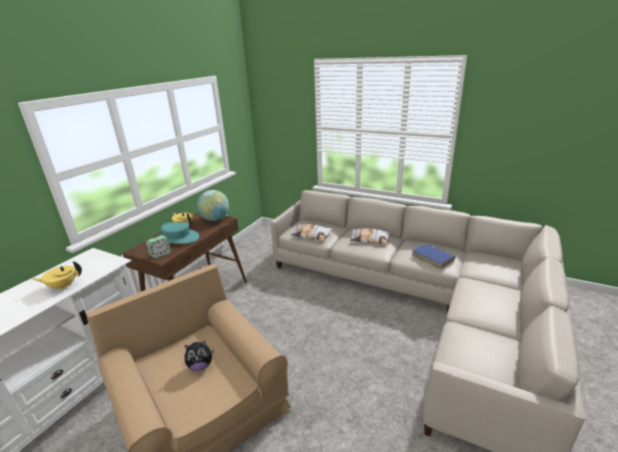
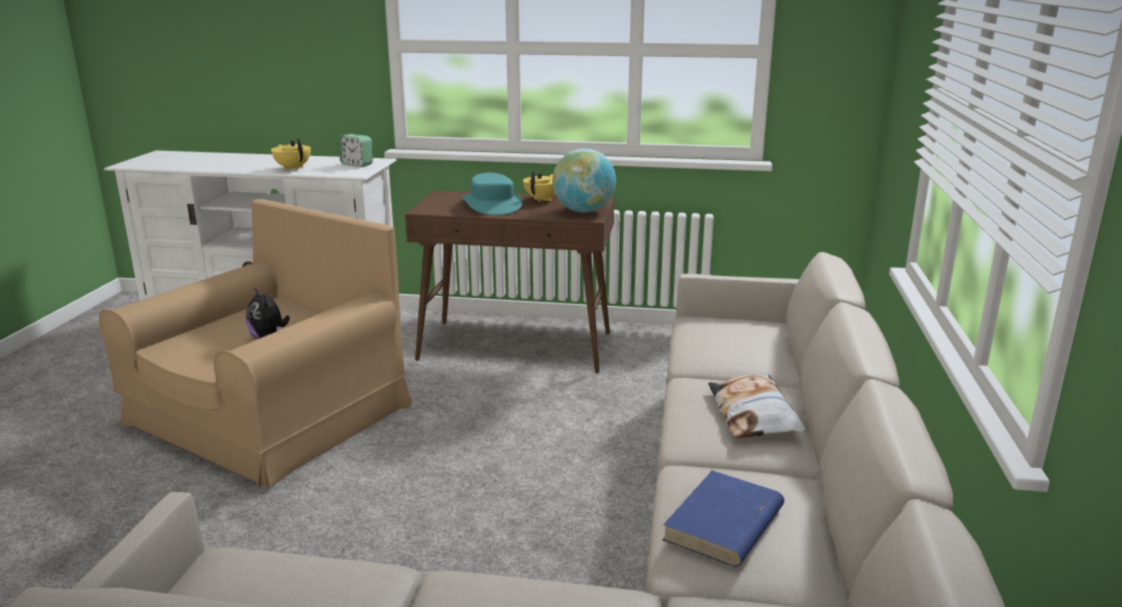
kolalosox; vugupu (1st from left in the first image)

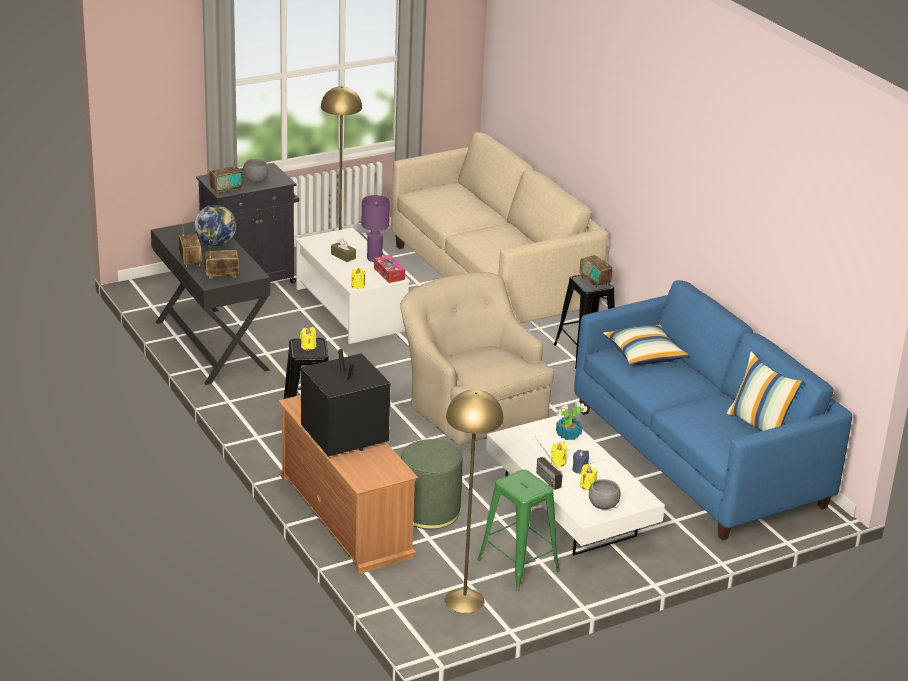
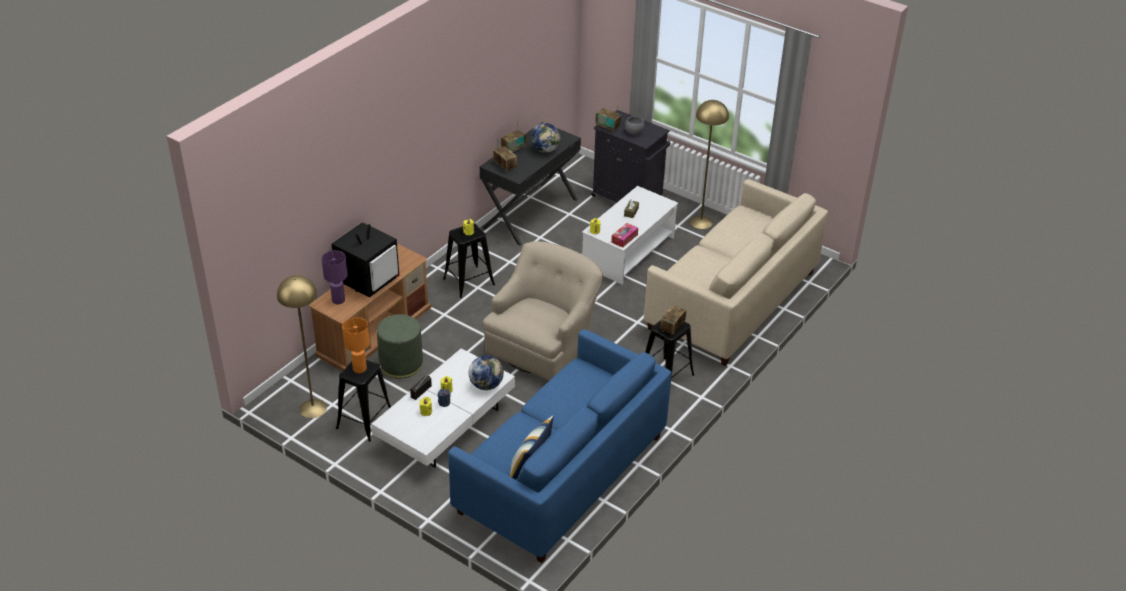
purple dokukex; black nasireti (1st from left); orange dokukex; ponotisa (1st from left); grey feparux (2nd from left in the first image); vugupu (1st from left in the first image)

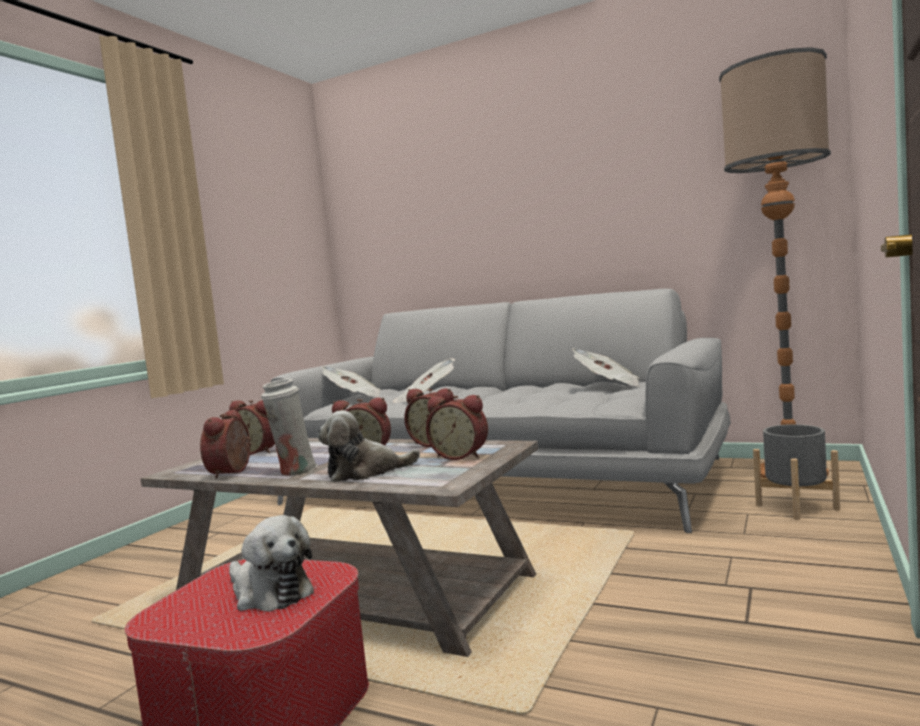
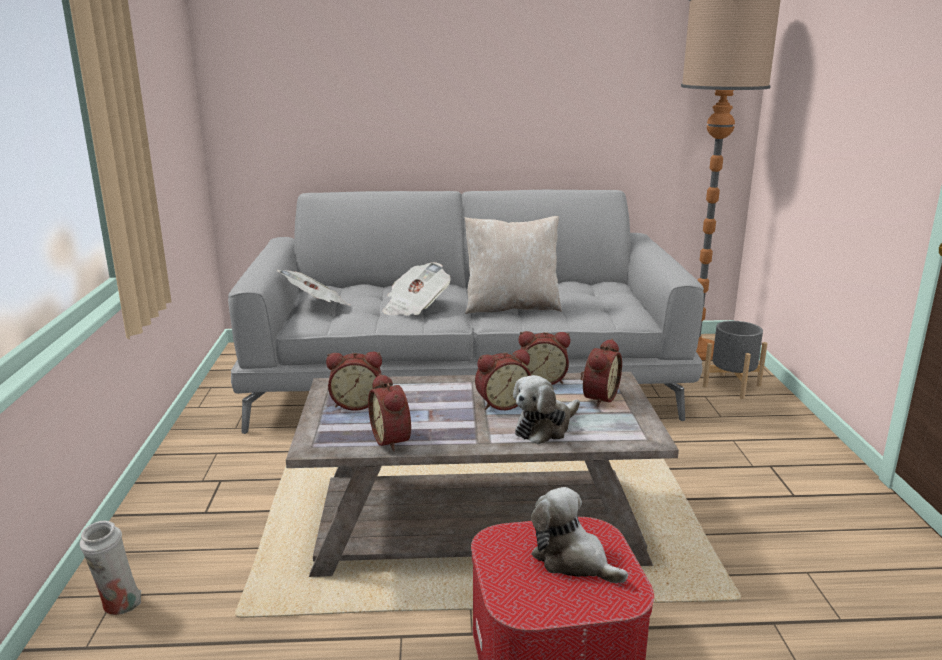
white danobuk; beige vugupu; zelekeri (2nd from left); kolalosox (5th from left); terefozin (3rd from left in the first image)

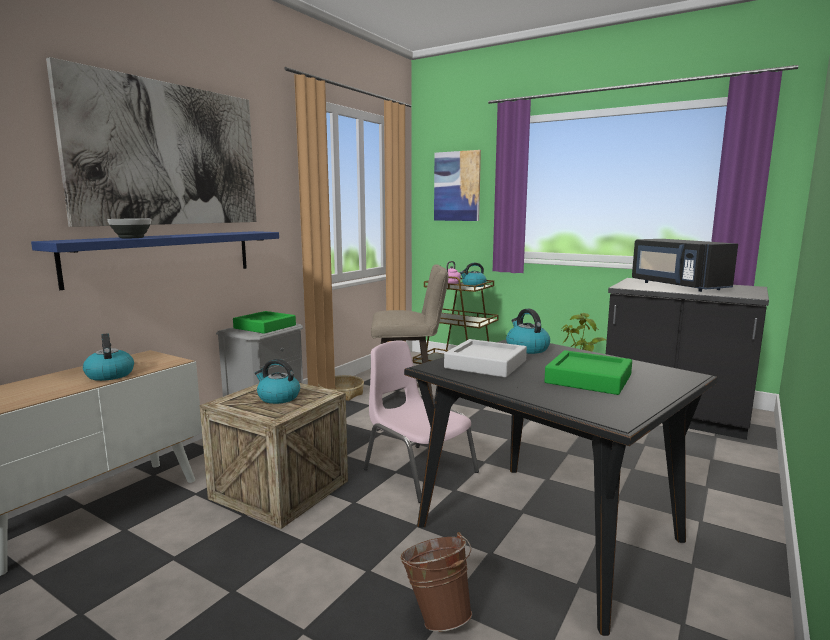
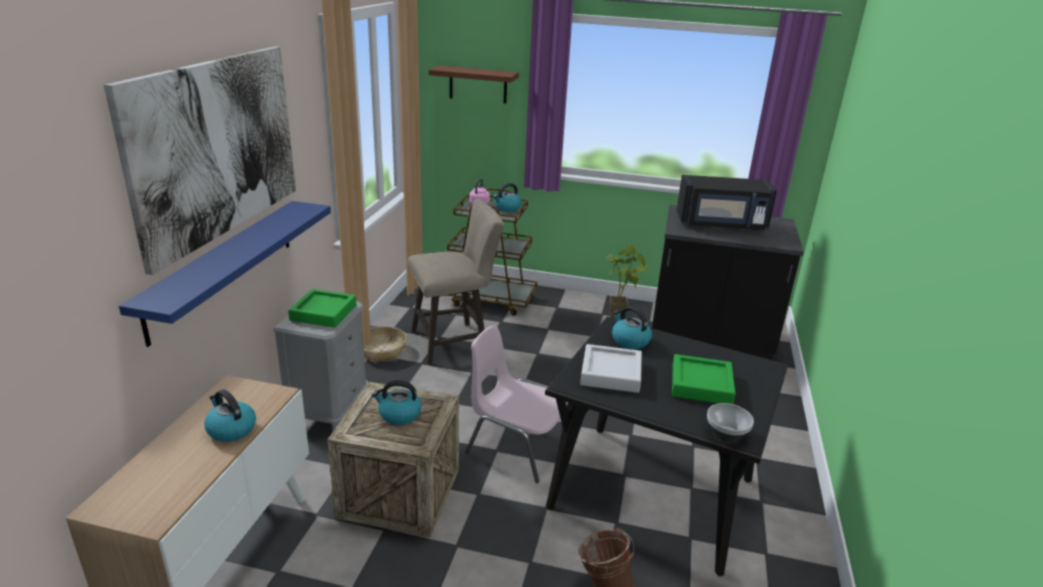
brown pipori; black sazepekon; feparux

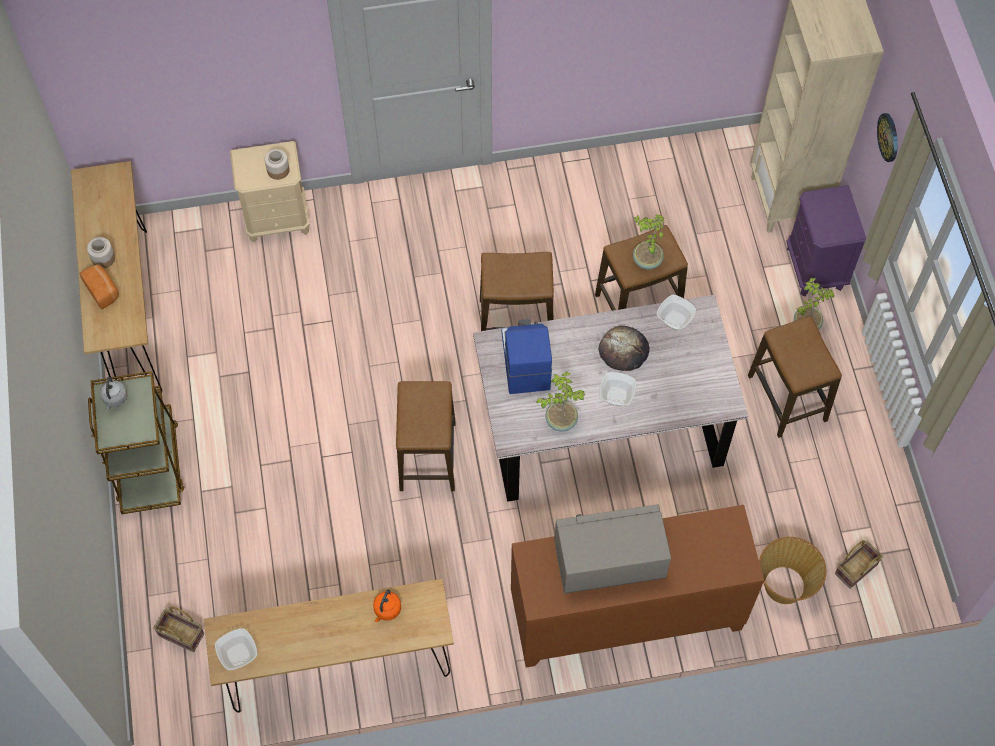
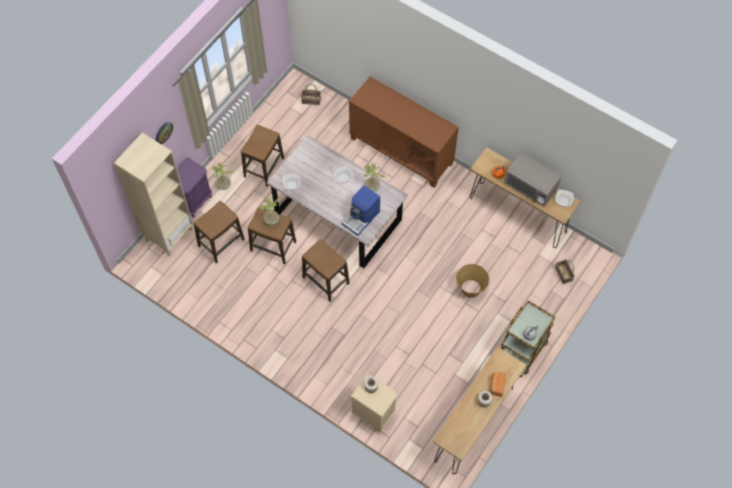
nasireti (1st from left); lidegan (2nd from left); grey sazepekon; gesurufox (2nd from left in the first image)

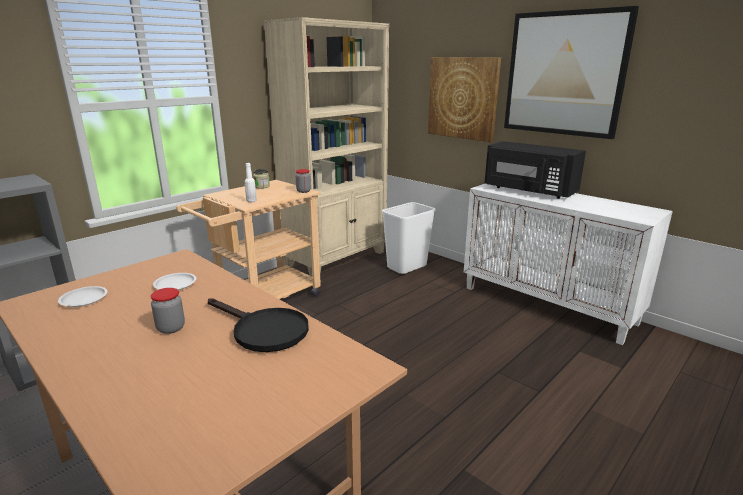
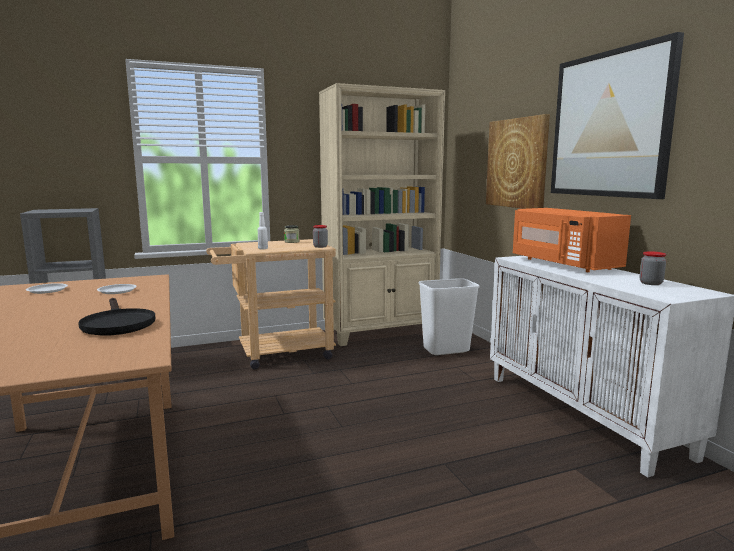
orange sazepekon; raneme (3rd from left)

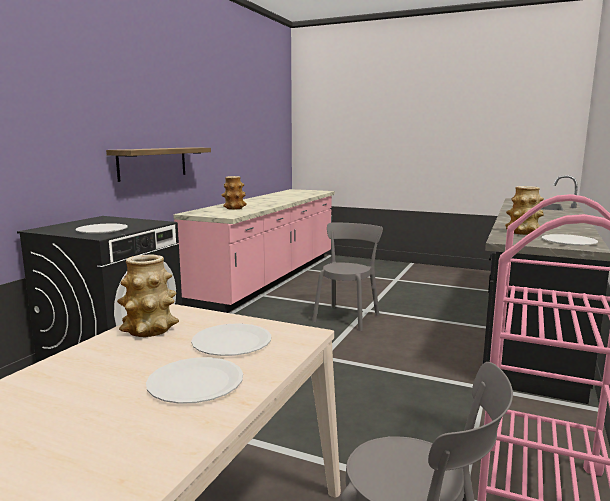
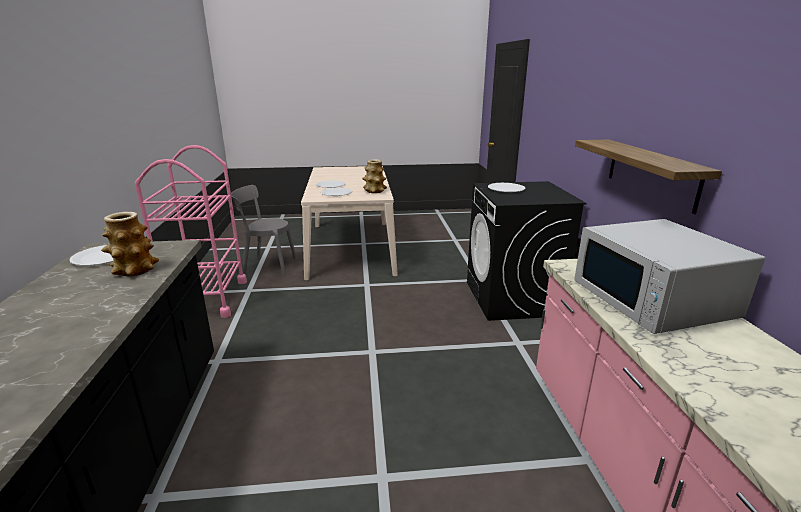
white sazepekon; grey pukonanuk (1st from left in the first image)

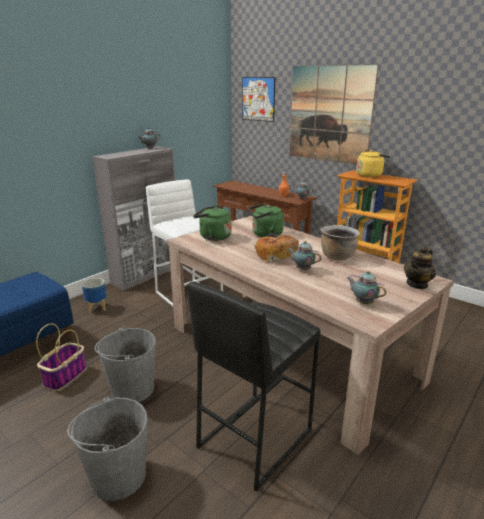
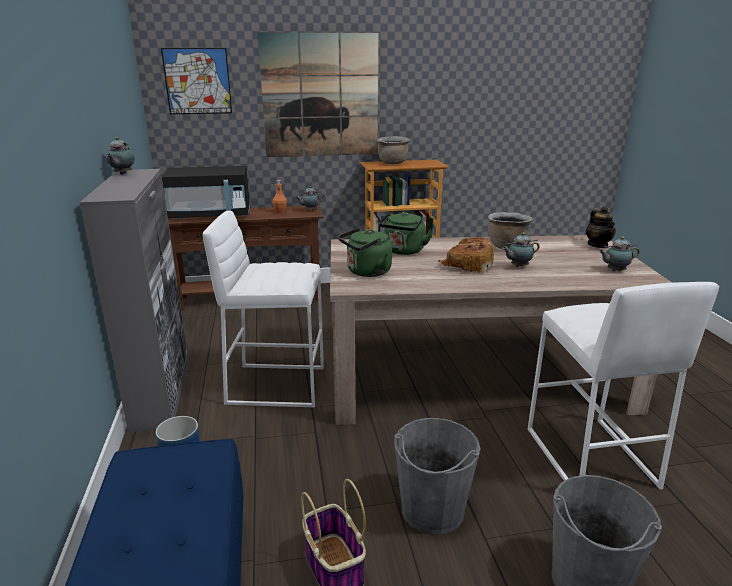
black sazepekon; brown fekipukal (1st from left); white nasireti (2nd from left)

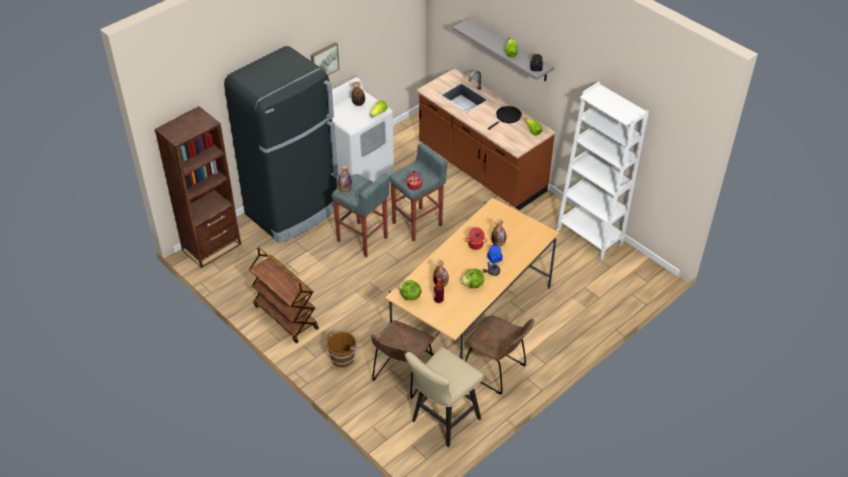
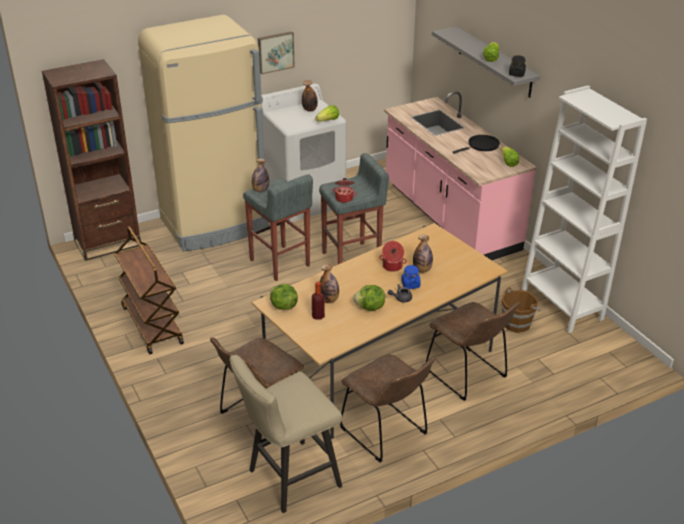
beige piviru; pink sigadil; brown pukonanuk (3rd from left); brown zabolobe

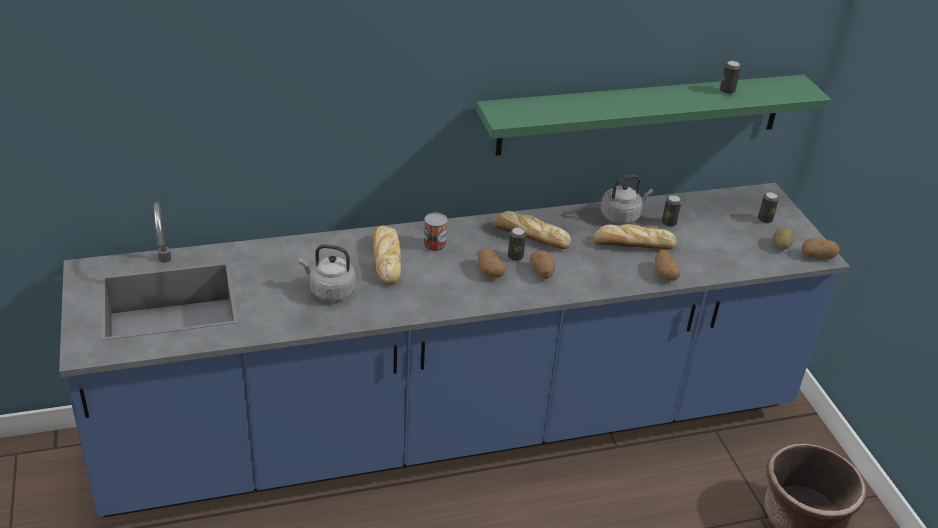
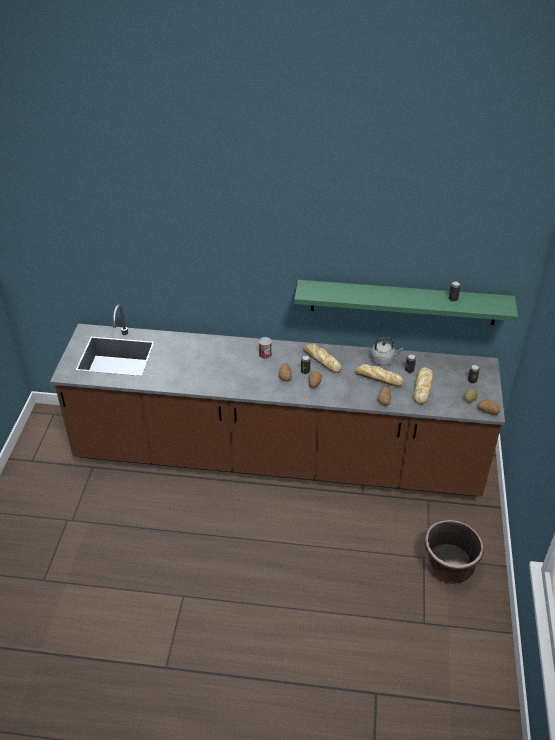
brown sigadil; gesurufox (3rd from left); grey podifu (1st from left in the first image)

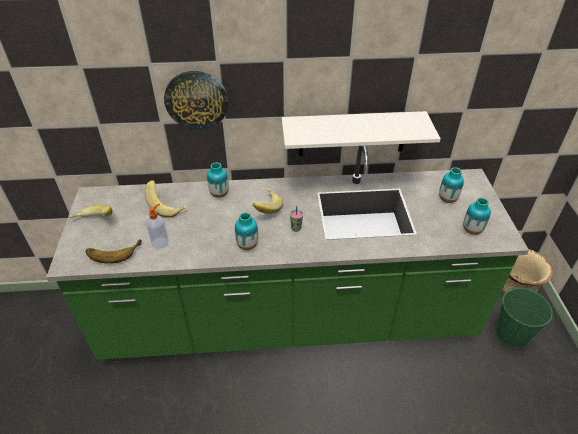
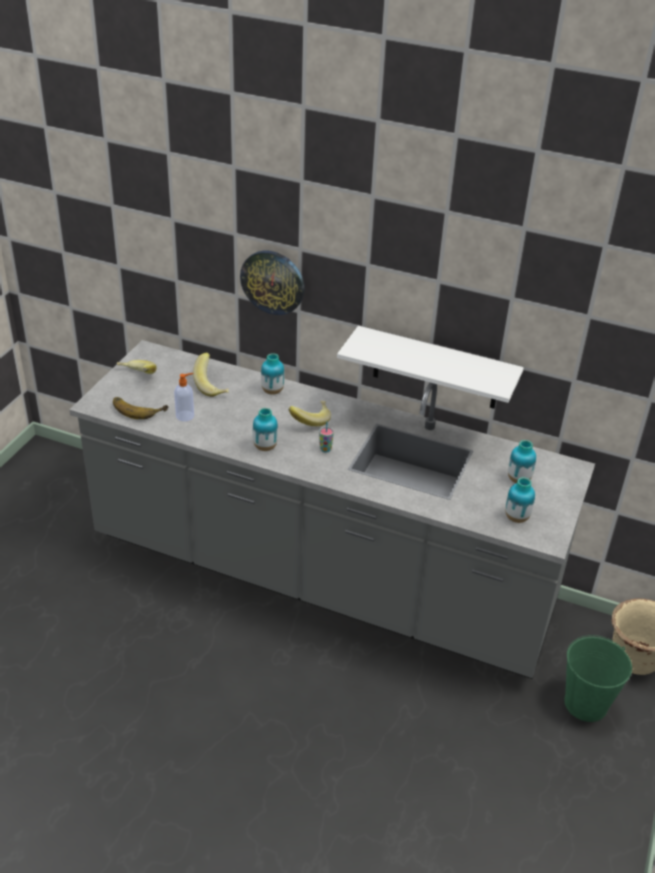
grey sigadil

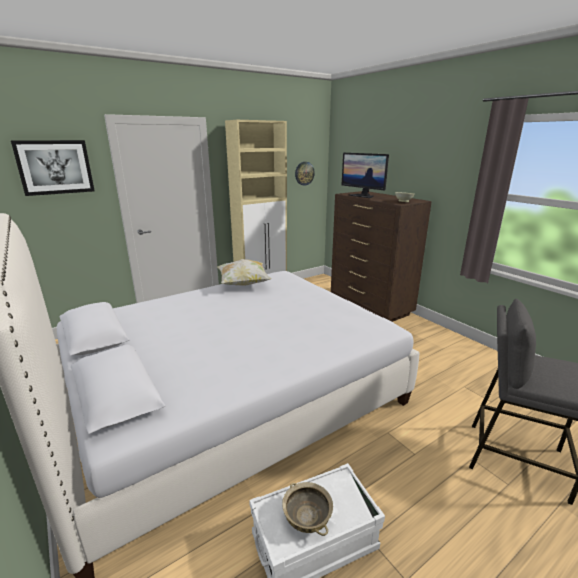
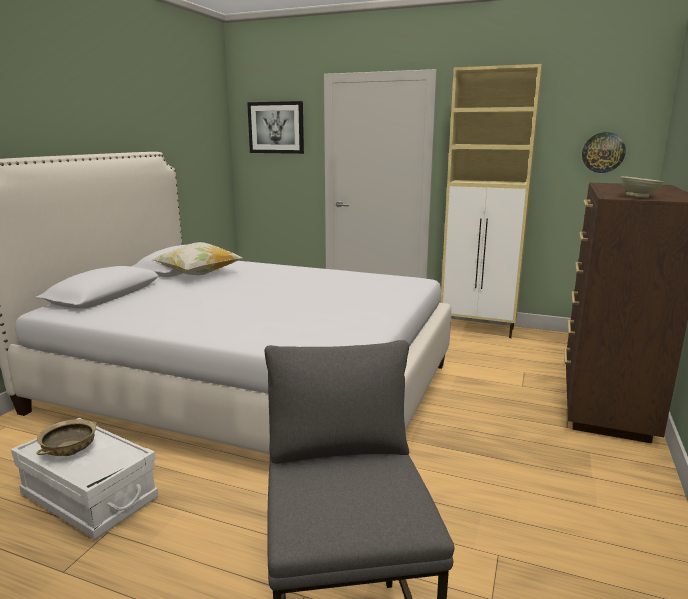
vugupu; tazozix

